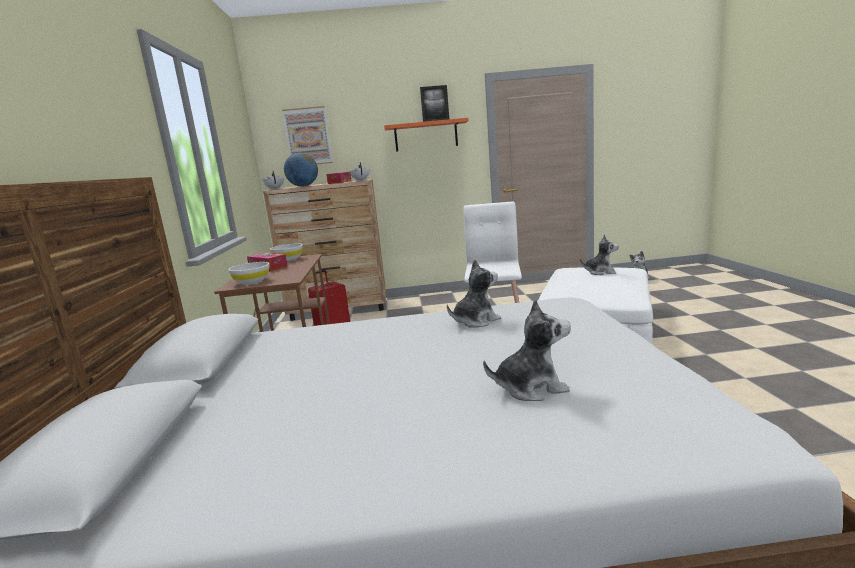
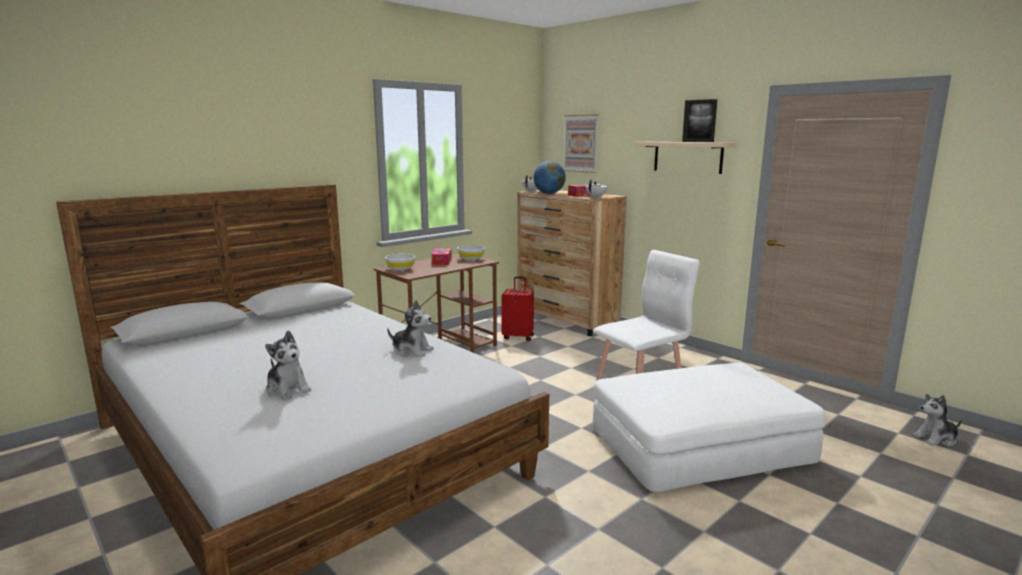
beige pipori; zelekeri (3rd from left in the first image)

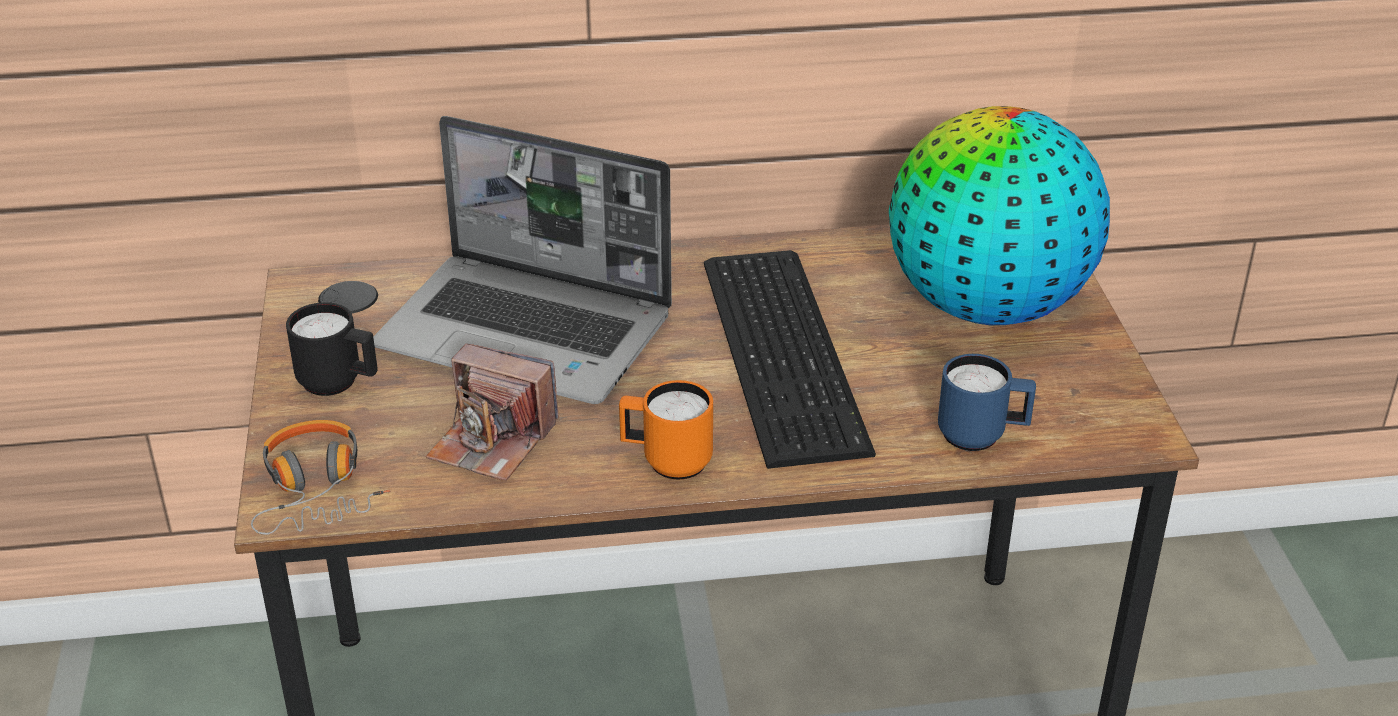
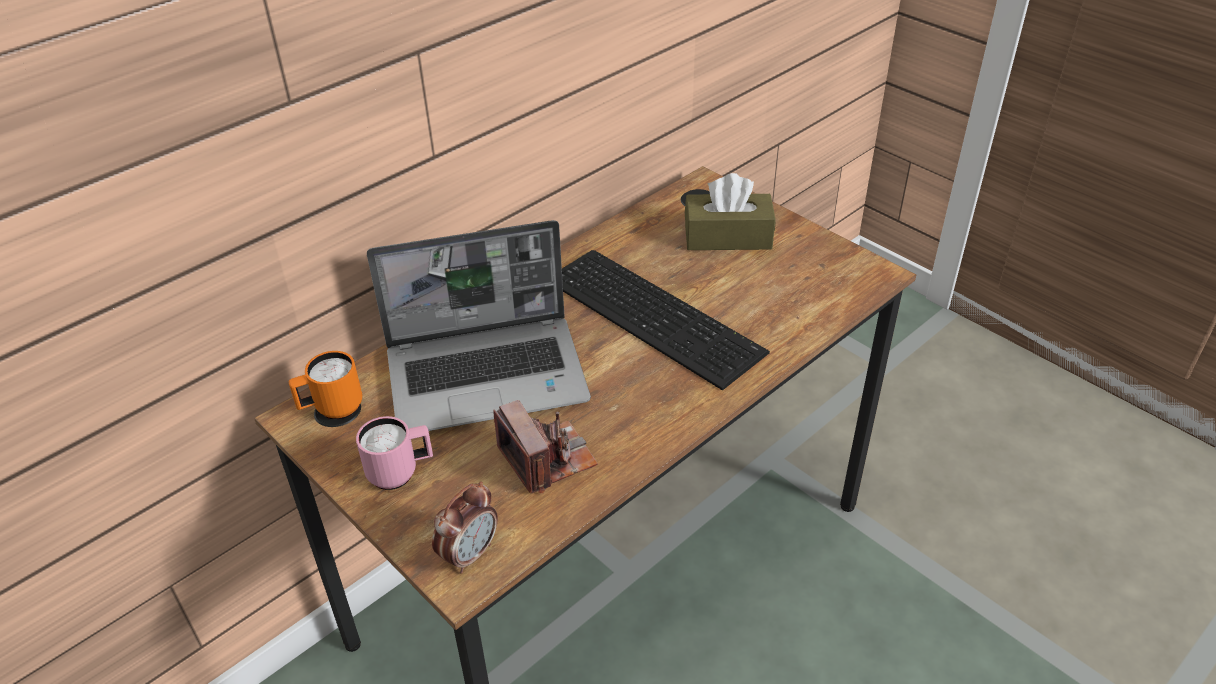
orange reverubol; pink reverubol; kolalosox; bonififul; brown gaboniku; blue reverubol

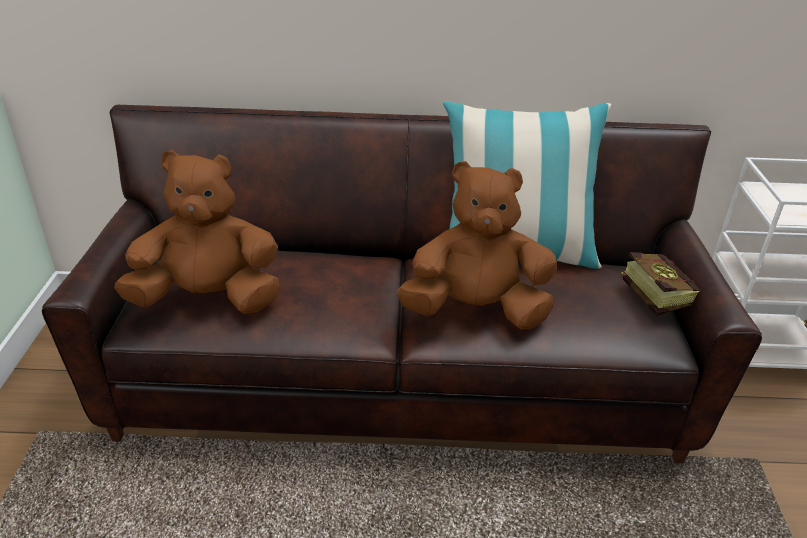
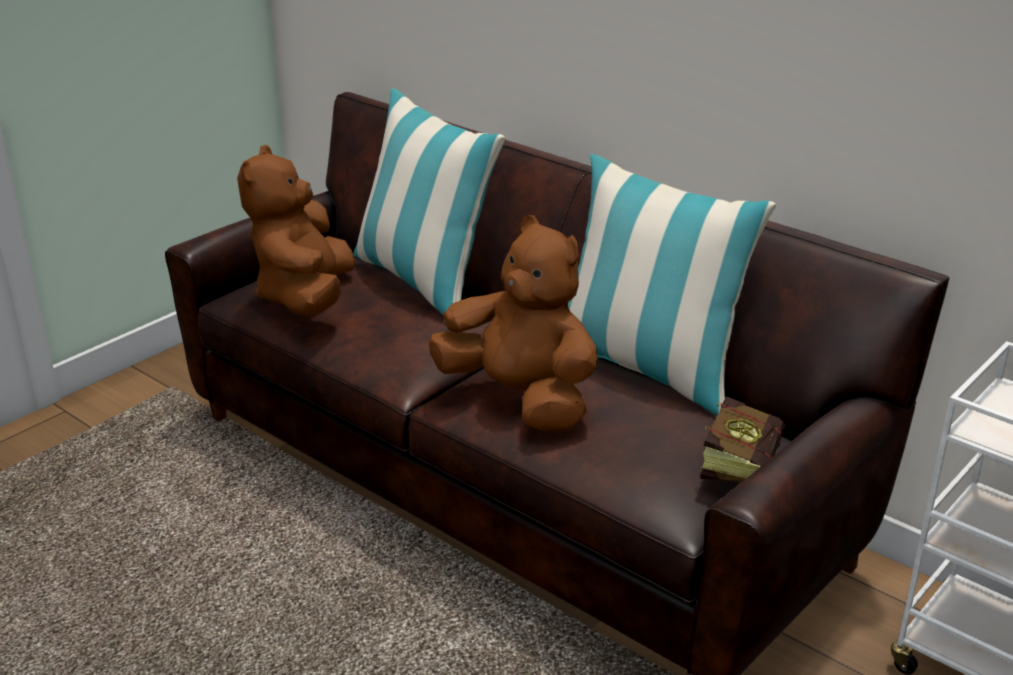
brown zelekeri (1st from left); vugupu (1st from left)

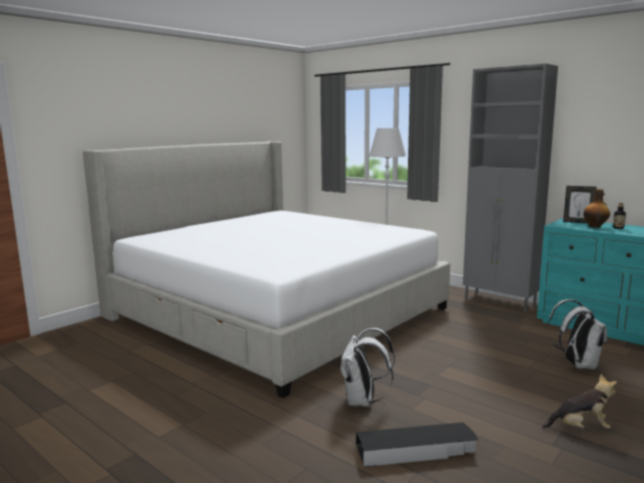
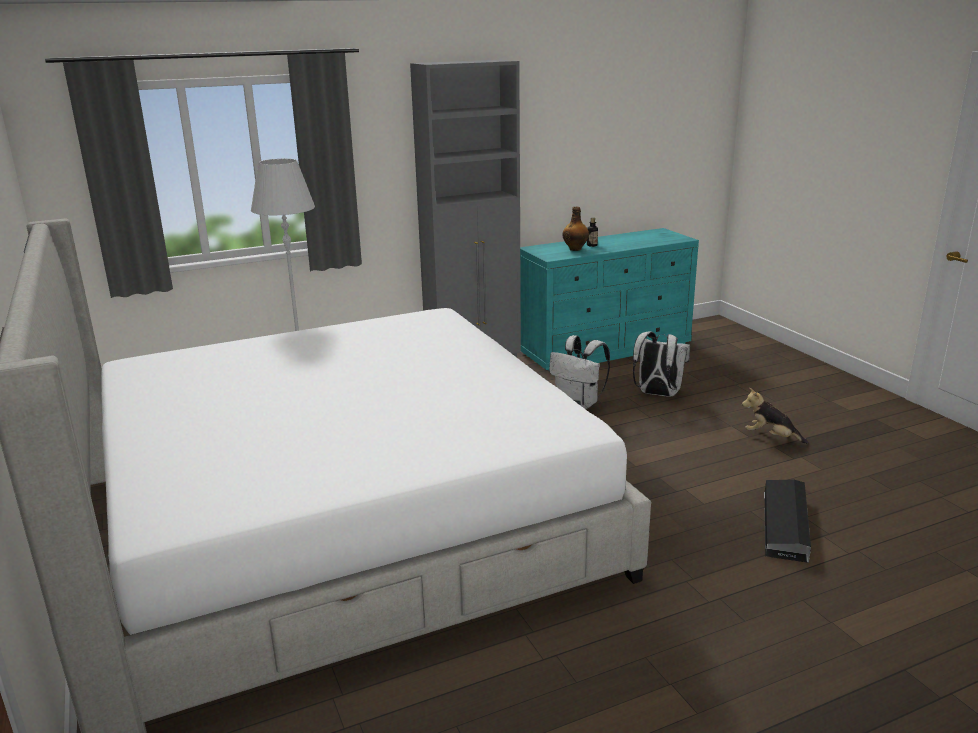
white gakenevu (1st from left); zelekeri; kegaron

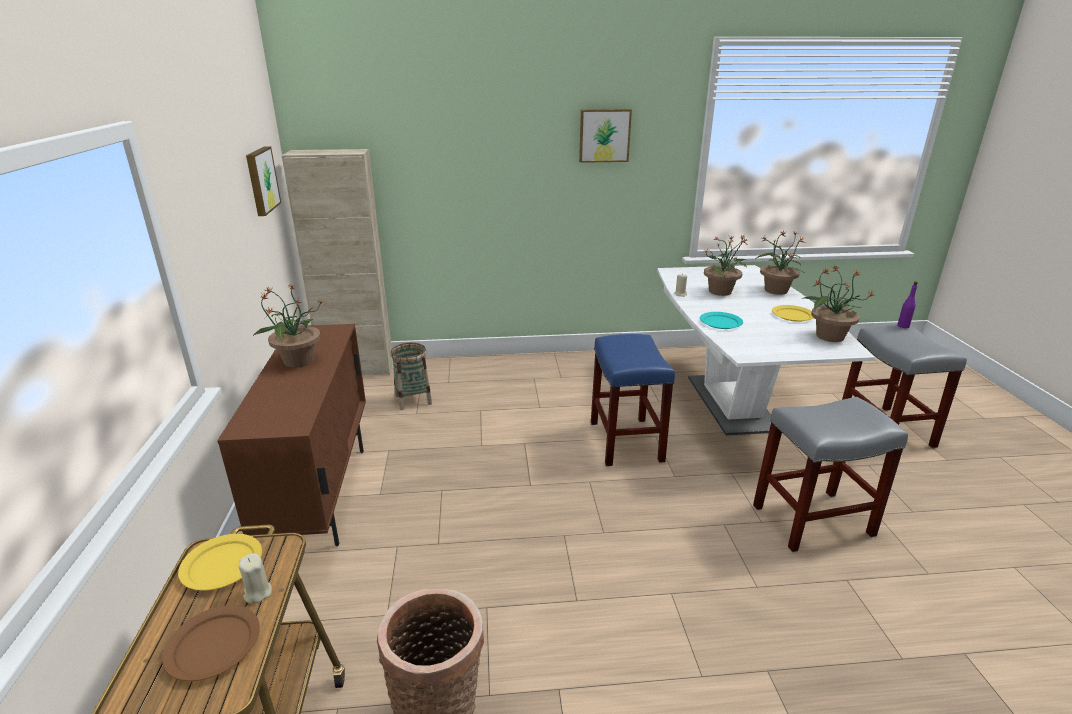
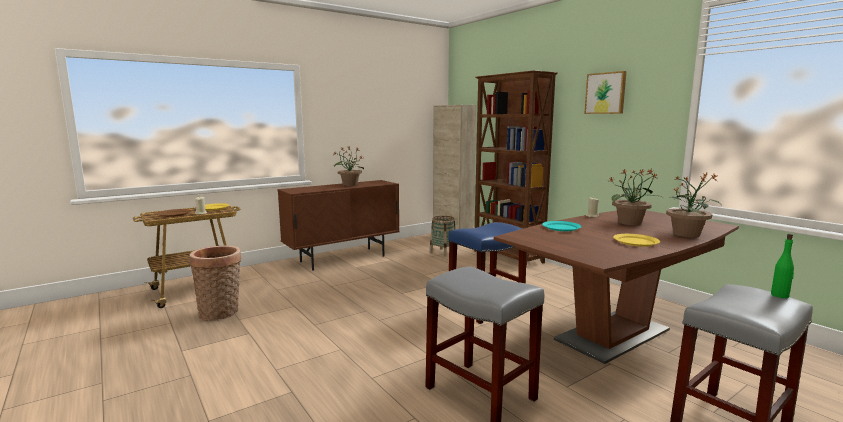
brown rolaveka; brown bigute; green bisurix; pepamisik (1st from left in the first image); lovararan (4th from left in the first image)

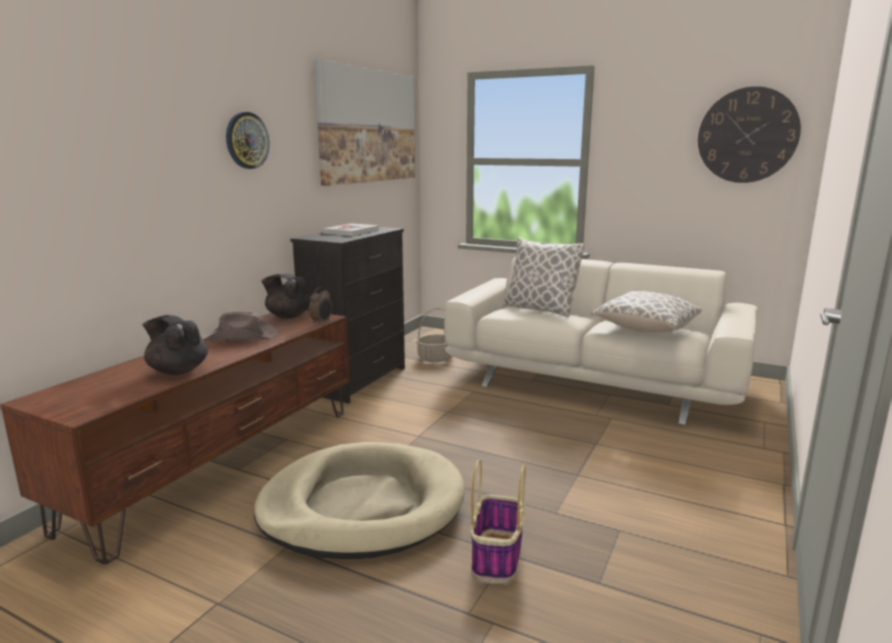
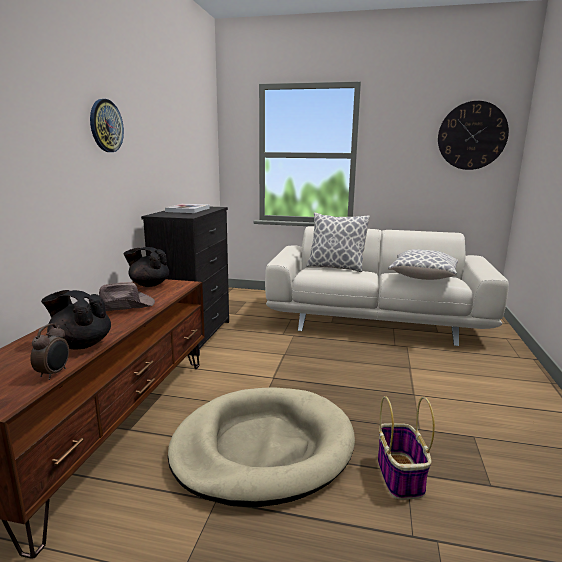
kolalosox; pepamisik; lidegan (1st from left in the first image)

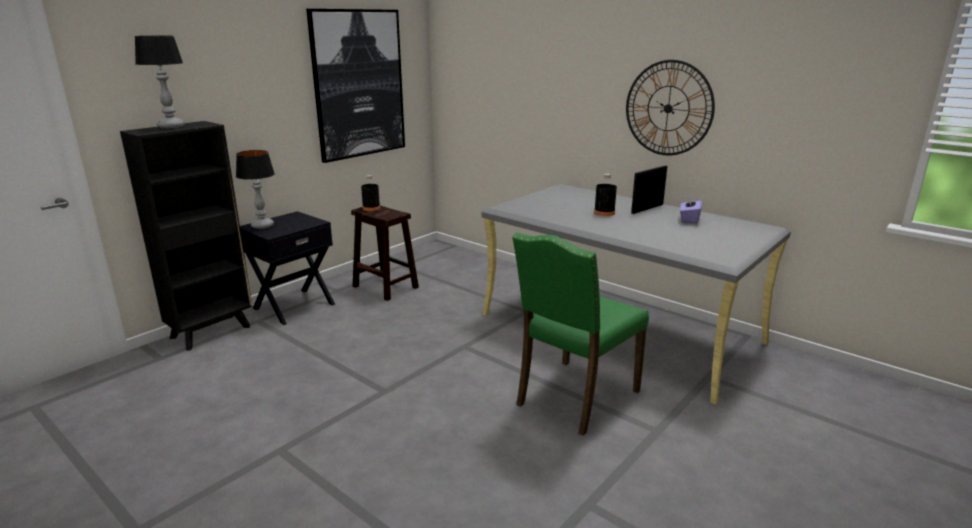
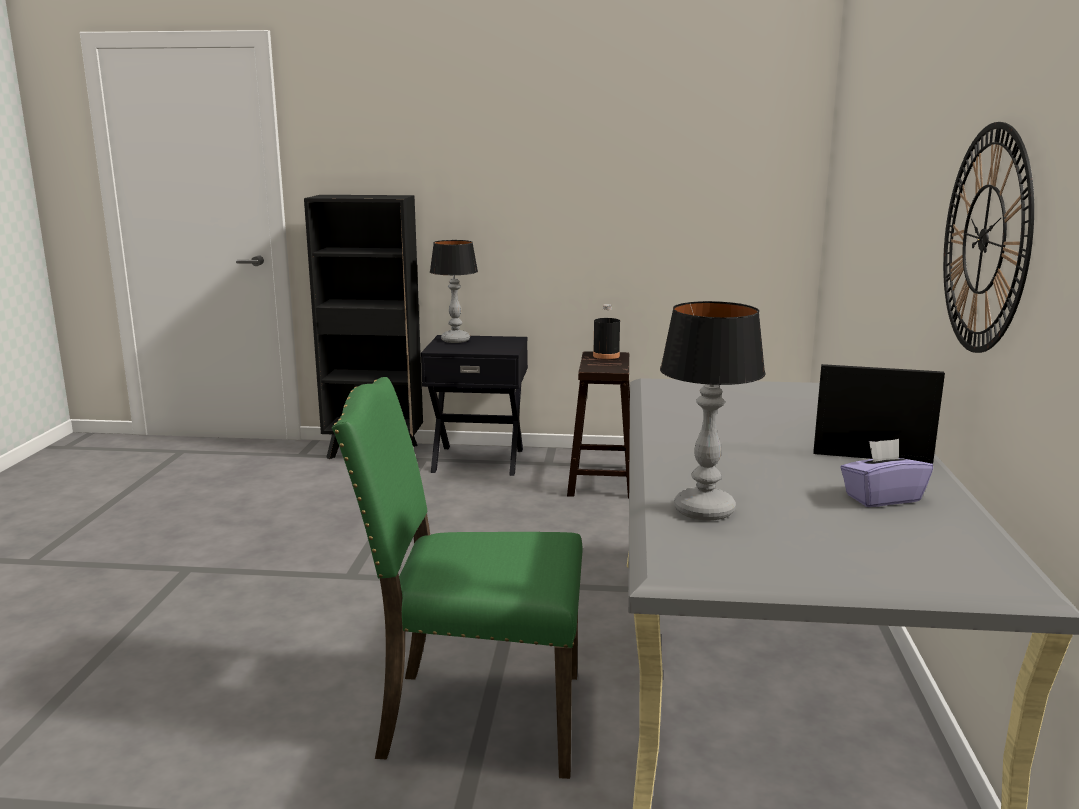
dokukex (2nd from left); pepamisik; black bisurix (2nd from left in the first image)

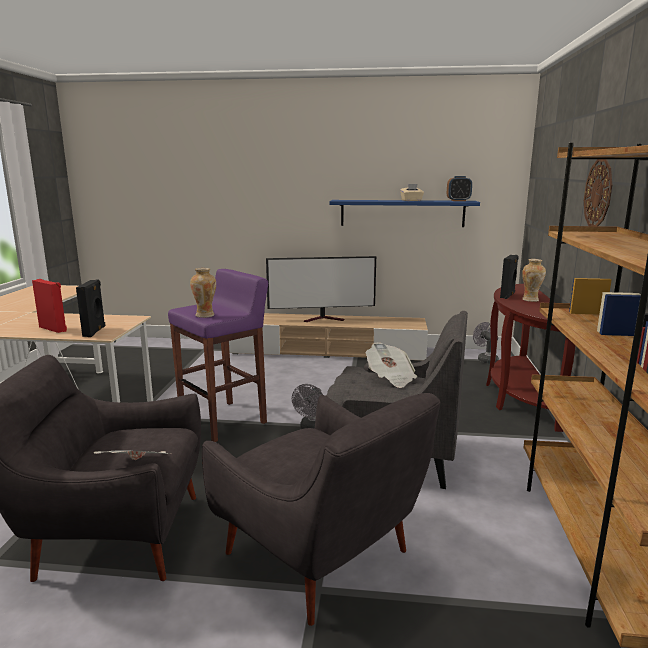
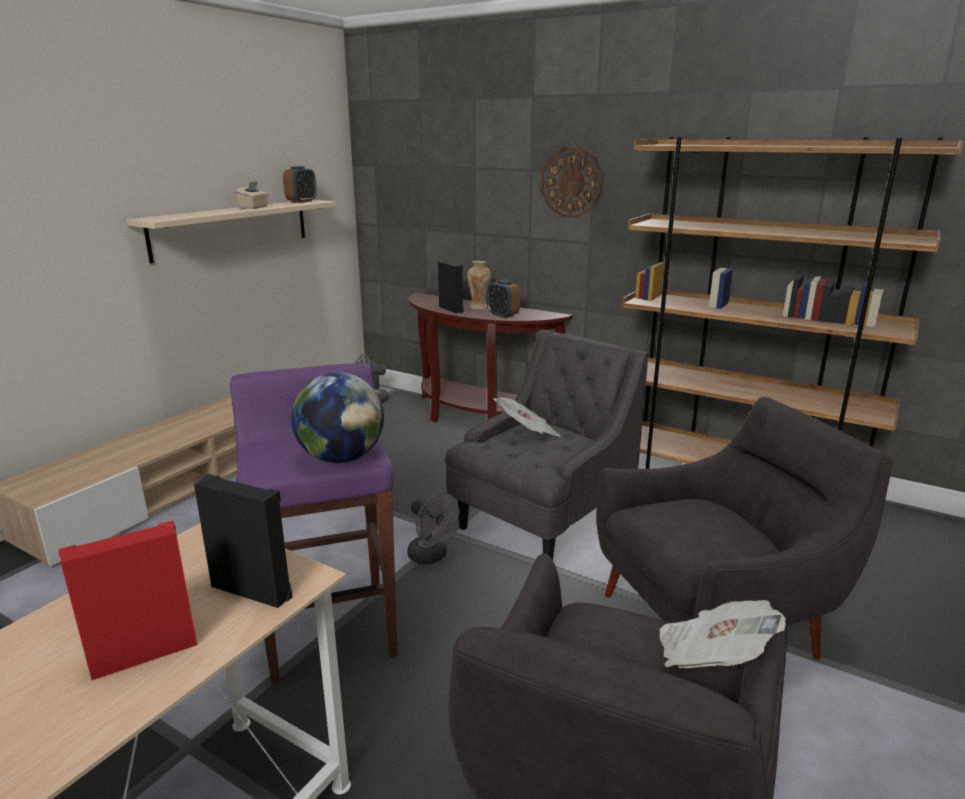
beige pipori; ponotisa; kolalosox (2nd from left); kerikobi

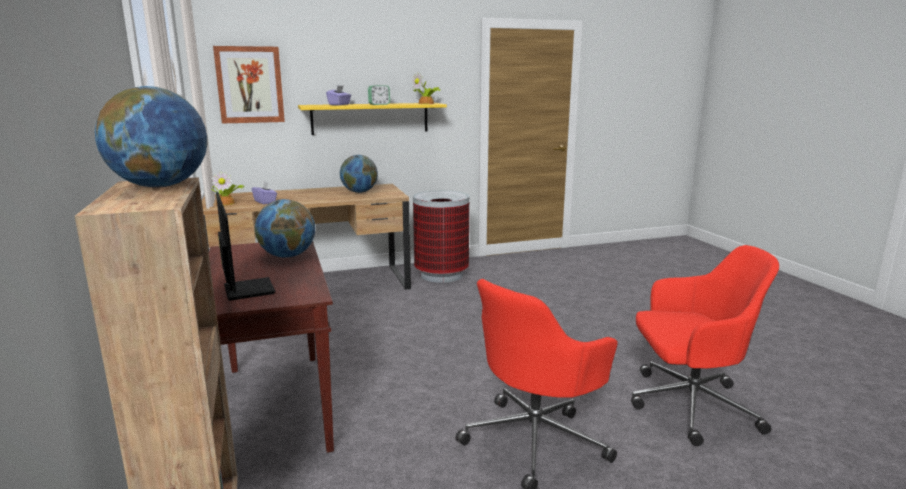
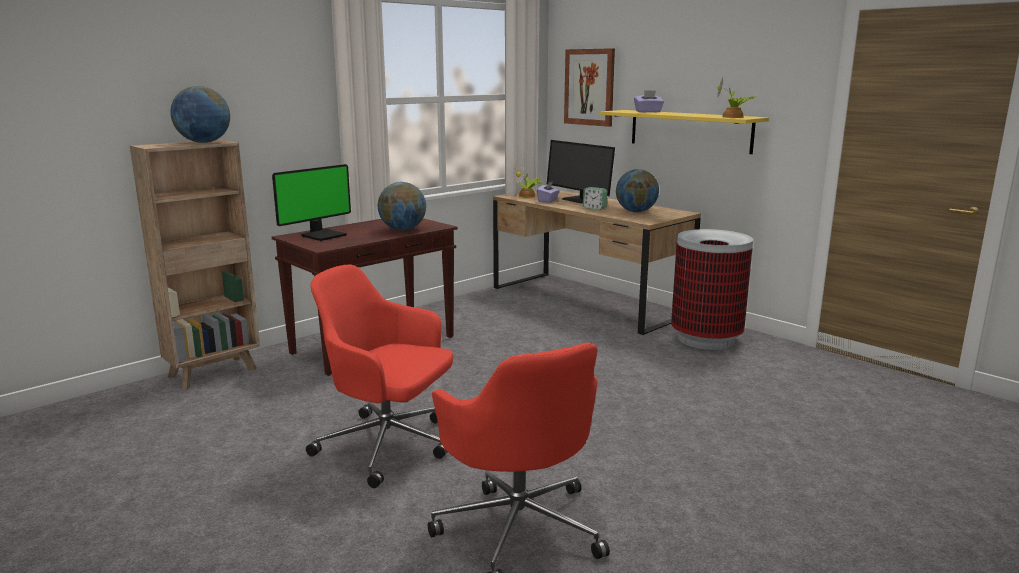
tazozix (2nd from left); kolalosox

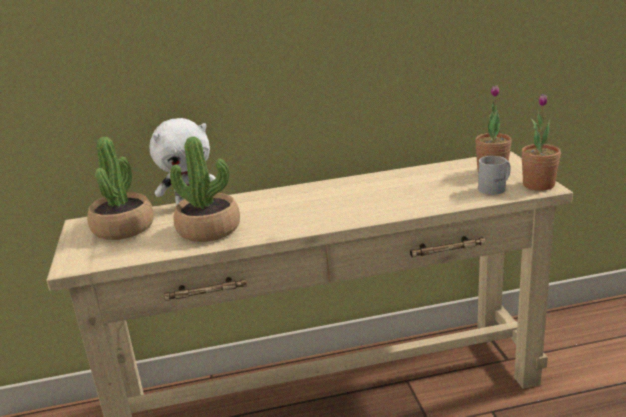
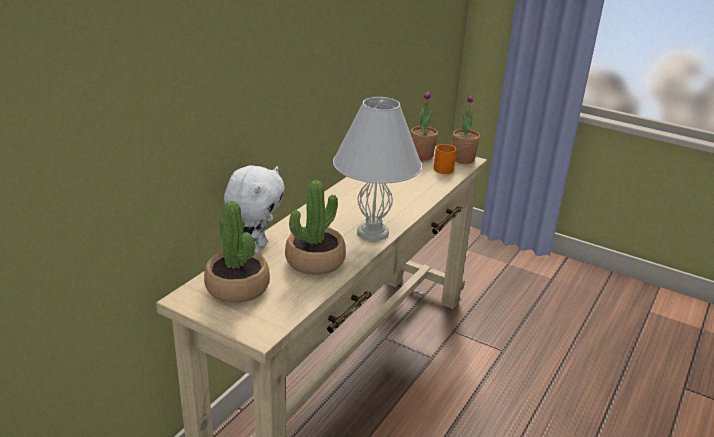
white dokukex; orange reverubol

